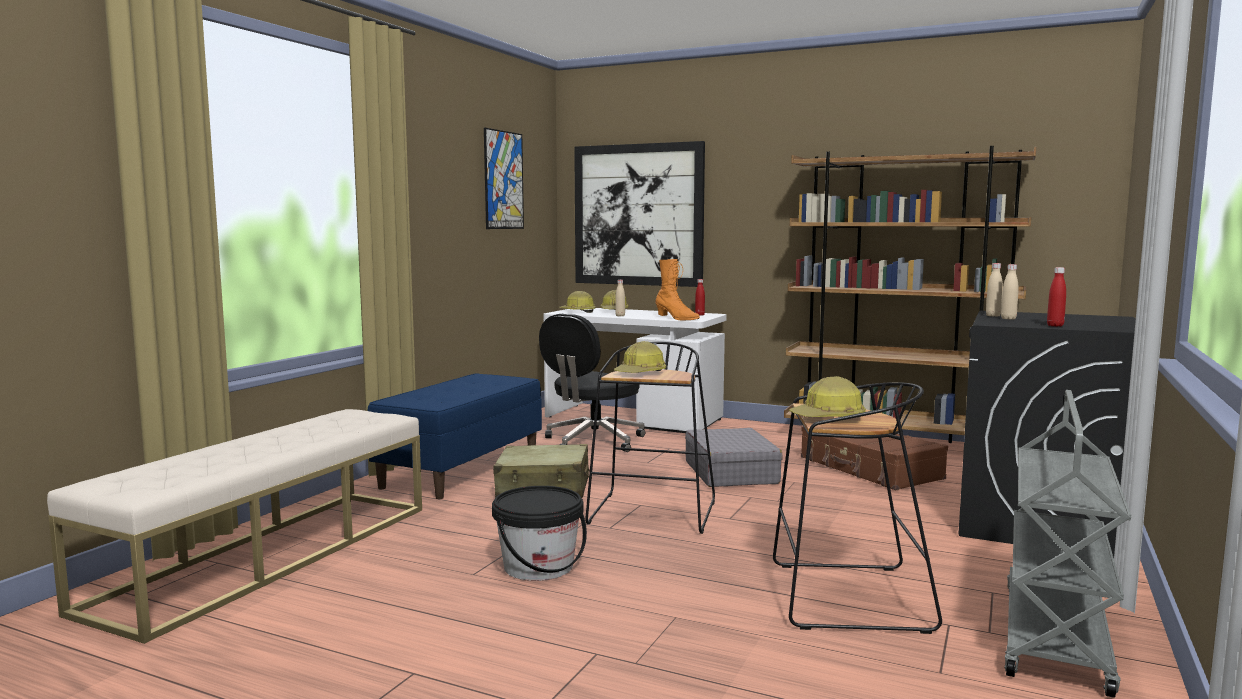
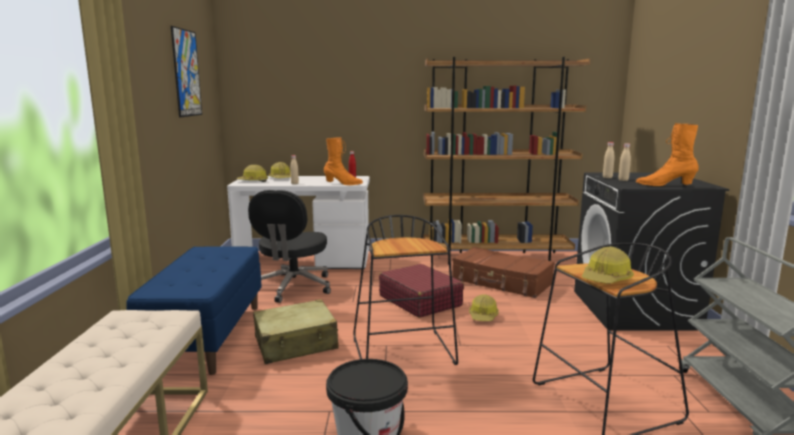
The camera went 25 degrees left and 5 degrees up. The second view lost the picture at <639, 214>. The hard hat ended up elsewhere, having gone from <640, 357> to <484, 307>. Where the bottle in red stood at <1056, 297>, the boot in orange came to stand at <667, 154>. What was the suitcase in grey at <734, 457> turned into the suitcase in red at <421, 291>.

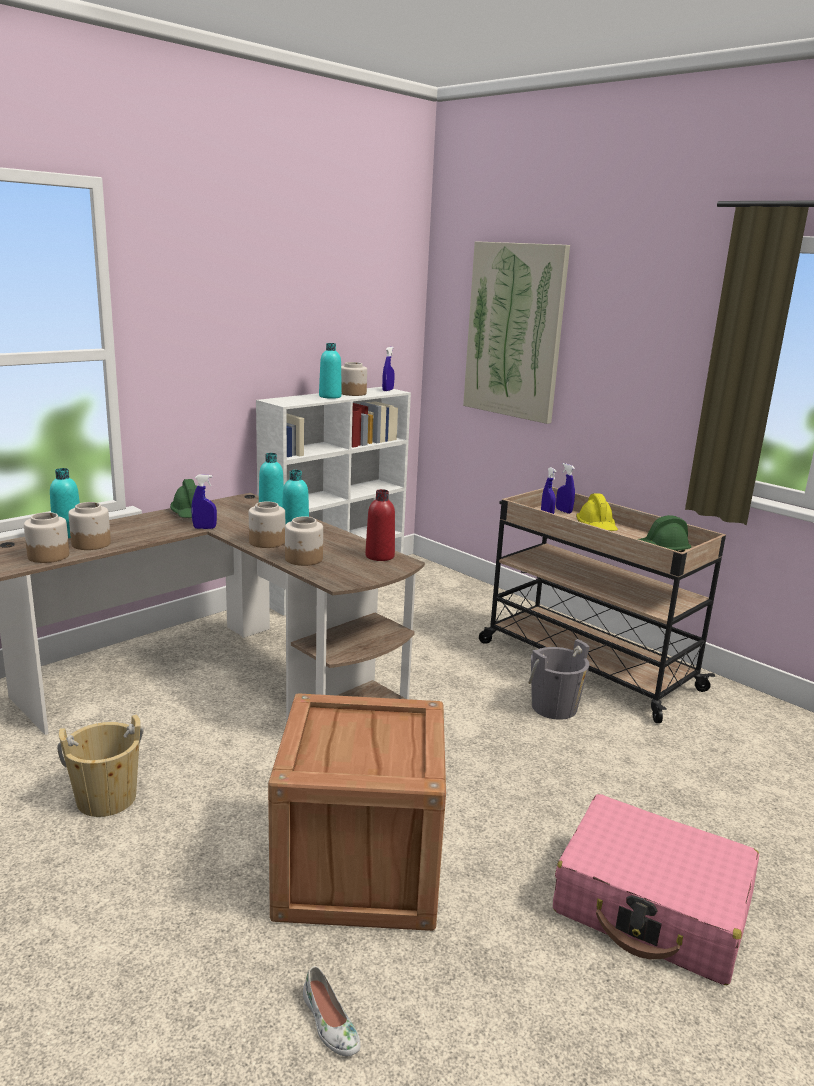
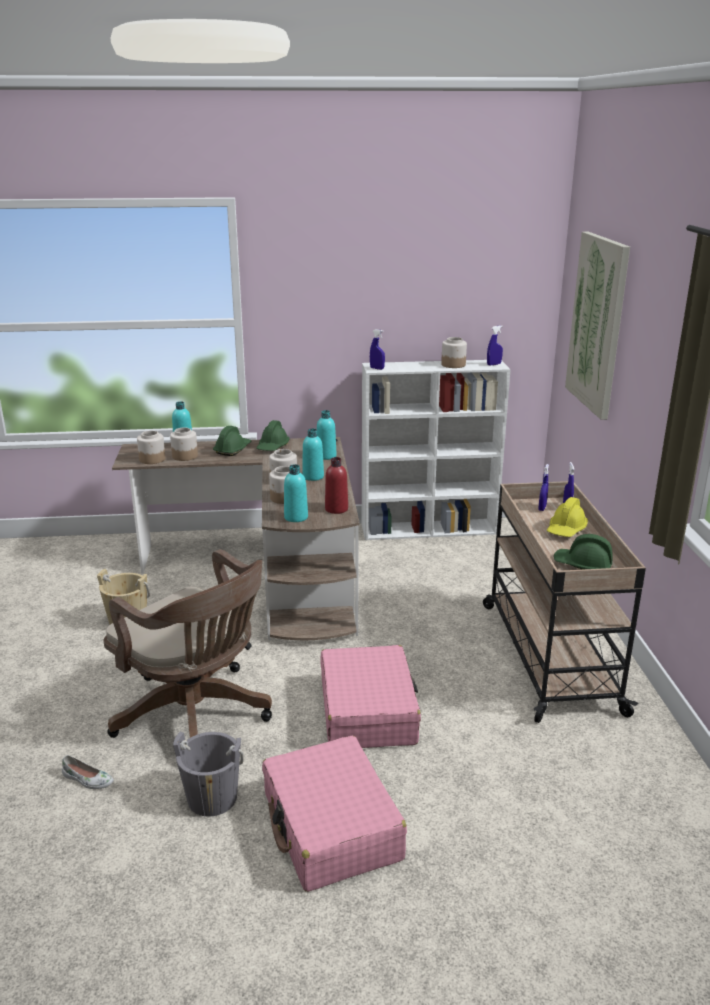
The camera went 40 degrees right and 5 degrees up. The second view gained the hard hat in green at <232, 441>. The second view gained the suitcase in pink at <370, 696>. The spray bottle in blue ended up elsewhere, having gone from <204, 502> to <377, 349>. The bottle in turquoise ended up elsewhere, having gone from <330, 371> to <296, 493>. The bucket in grey ended up elsewhere, having gone from <559, 679> to <208, 774>. Where the crate stood at <357, 812>, the office chair in brown came to stand at <188, 643>. The shoe in white at <332, 1011> ended up facing another way, 75 degrees counterclockwise from before.

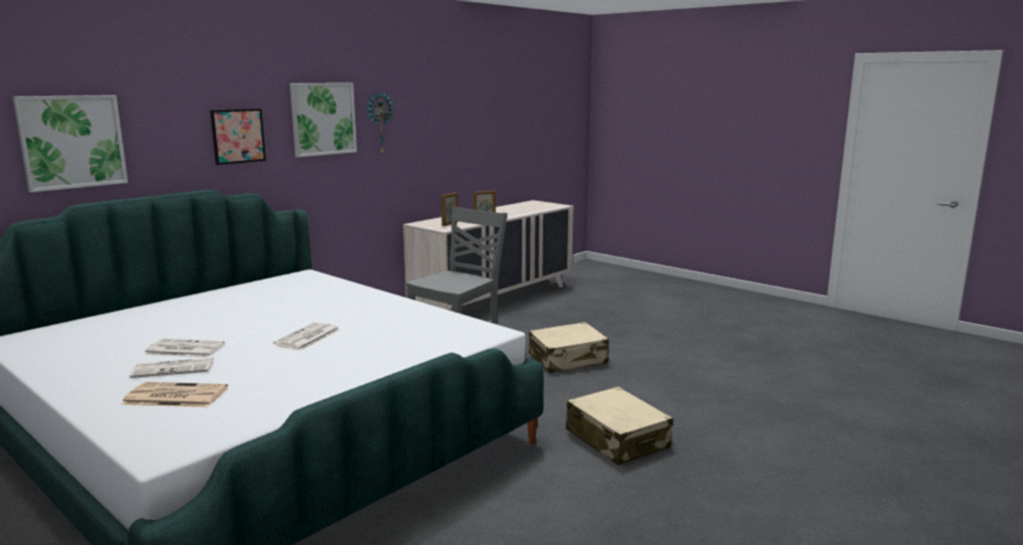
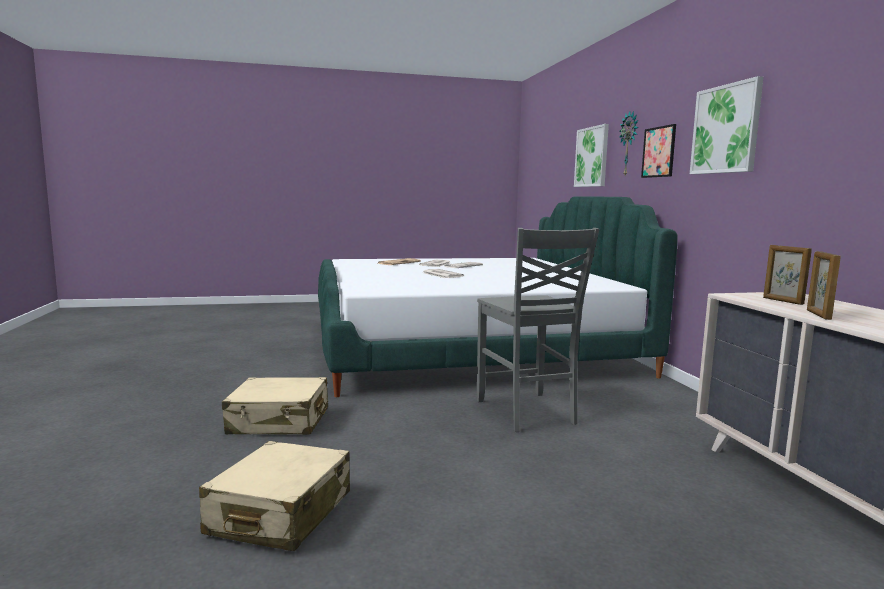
The camera went 125 degrees right and 5 degrees down. The wall clock ended up elsewhere, having gone from <380, 124> to <628, 143>. The suitcase in beige ended up elsewhere, having gone from <569, 347> to <274, 496>.

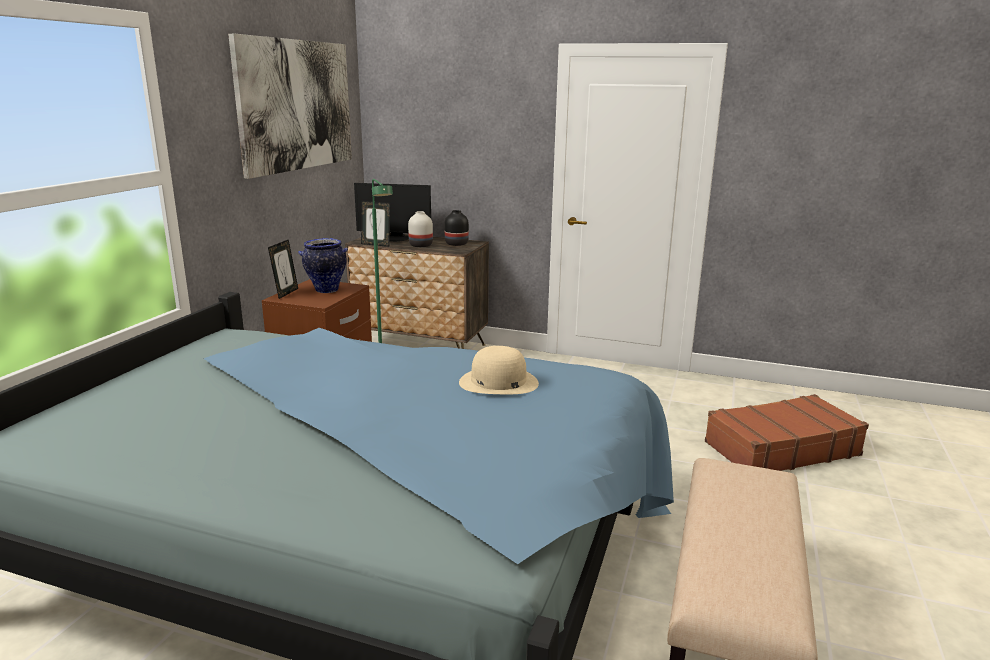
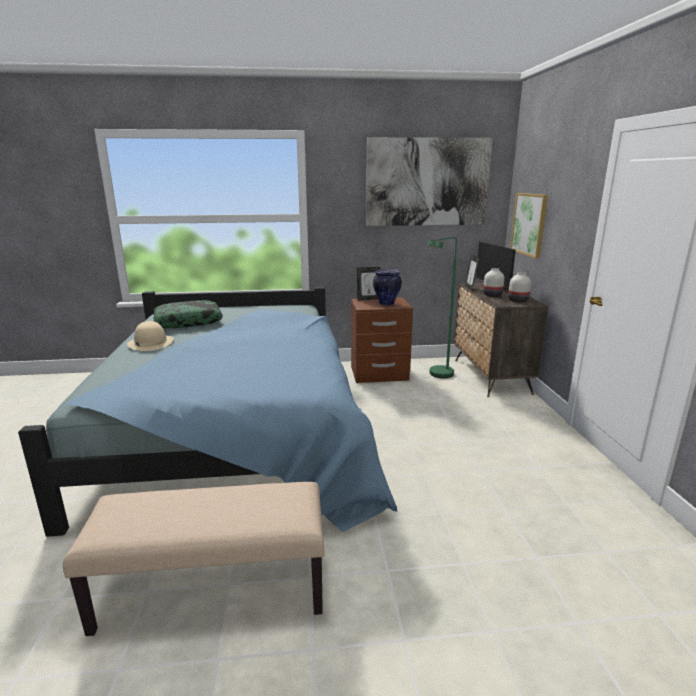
The camera went 65 degrees right and 0 degrees up. The second view lost the suitcase in brown at <787, 432>. The second view gained the pillow at <188, 314>. The second view gained the picture at <529, 225>. The hat in beige ended up elsewhere, having gone from <499, 370> to <150, 336>. What was the vase in black at <457, 228> turned into the vase in white at <519, 287>.

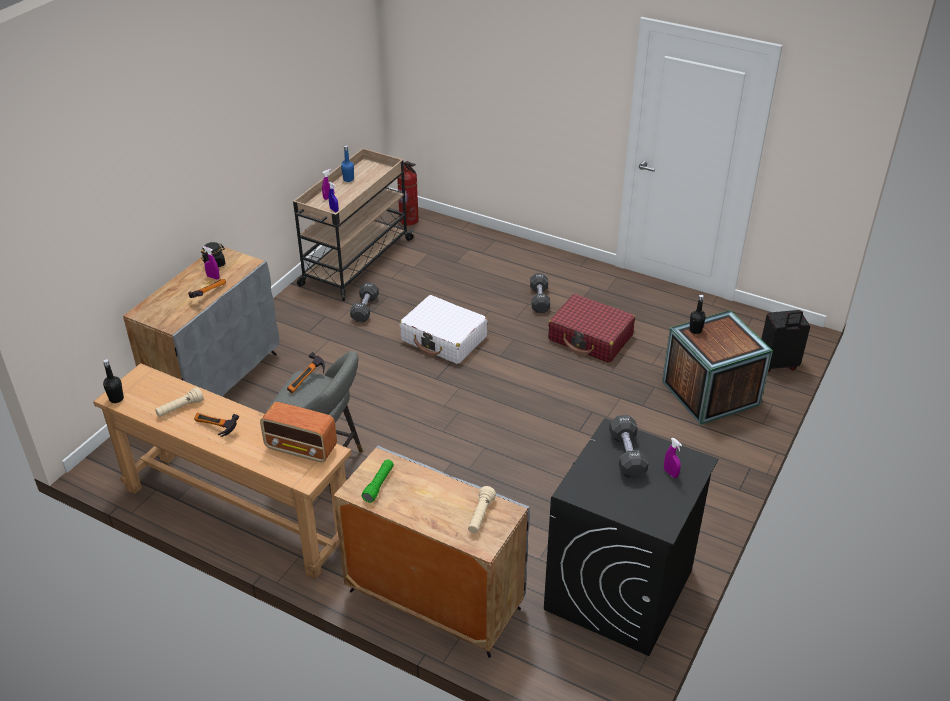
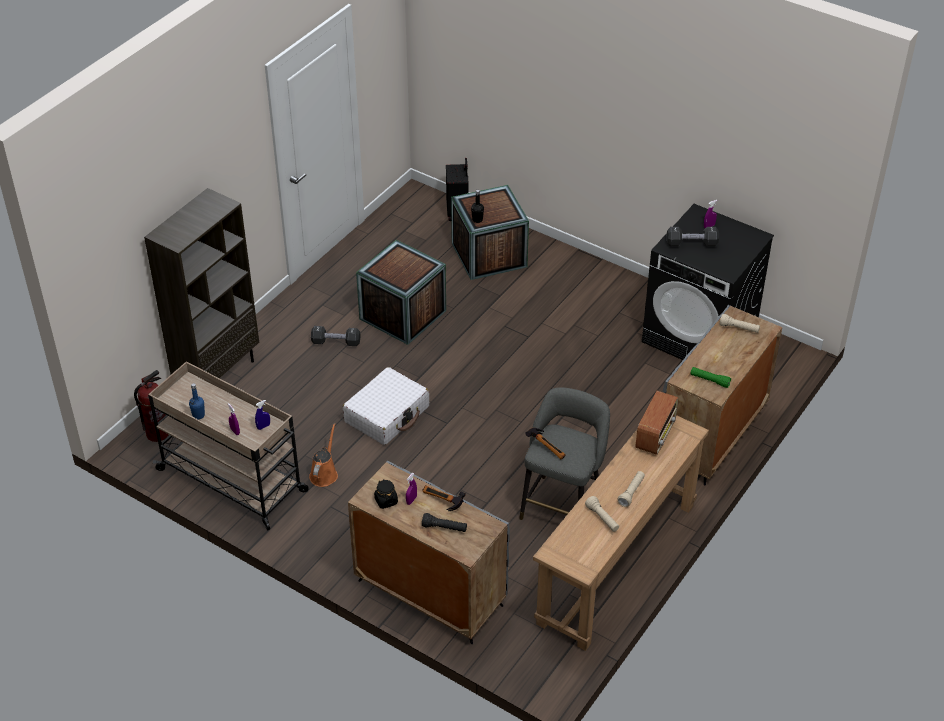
The camera went 85 degrees left and 5 degrees up. The second view lost the bottle in black at <113, 381>. The second view gained the bookcase in brown at <201, 283>. The second view gained the flashlight in black at <444, 522>. Where the hammer stood at <216, 425>, the flashlight in beige came to stand at <631, 489>. Where the dumbbell in black stood at <364, 302>, the watering can in orange came to stand at <323, 455>. Where the suitcase in red stood at <591, 328>, the crate came to stand at <401, 292>.

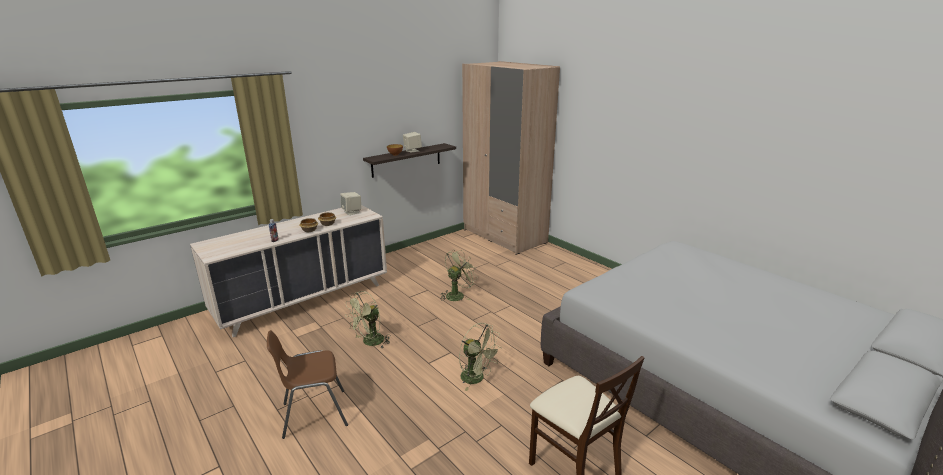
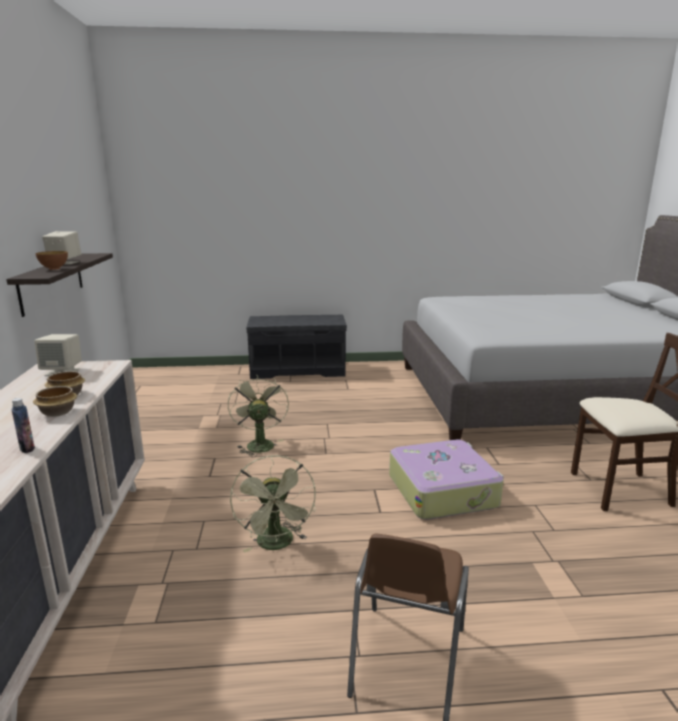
The camera went 55 degrees left and 5 degrees down. The second view lost the wardrobe in beige at <511, 158>. The second view gained the bench in grey at <296, 347>. Where the fan in green stood at <479, 357>, the suitcase came to stand at <446, 479>.

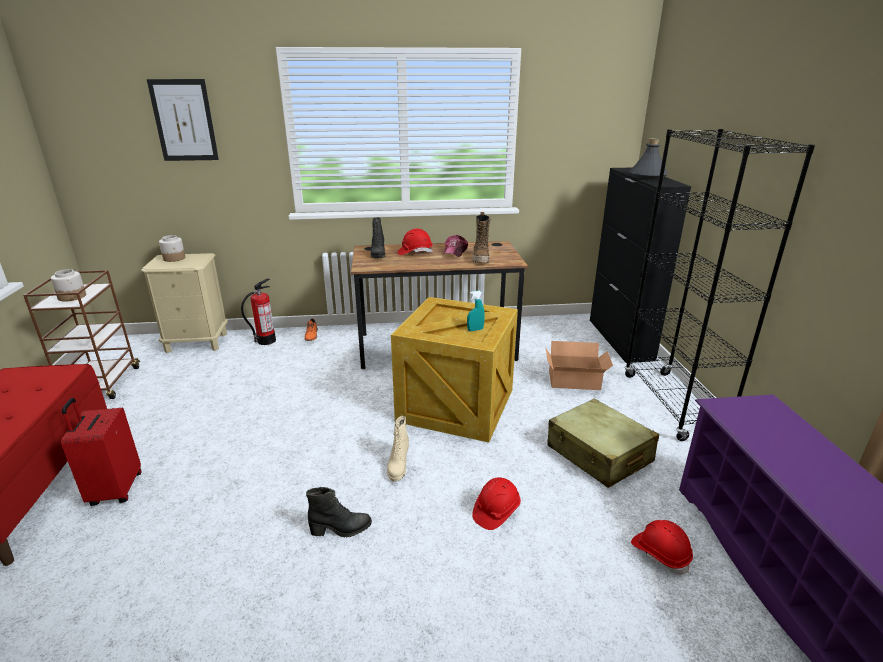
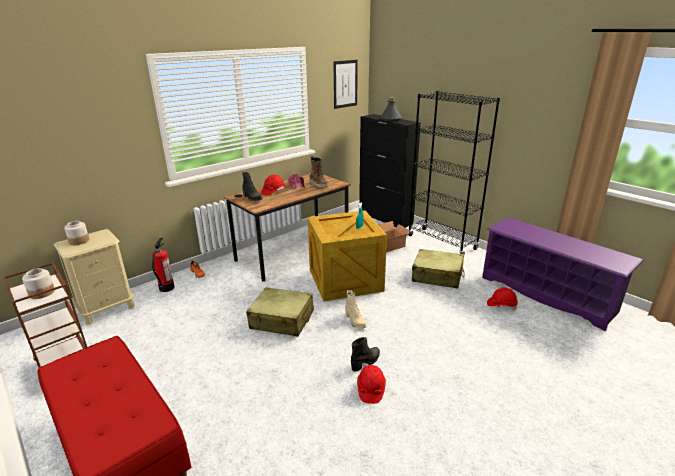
The camera went 35 degrees left and 0 degrees up. The second view lost the suitcase in red at <101, 452>. The second view gained the suitcase in beige at <280, 312>. The picture ended up elsewhere, having gone from <183, 120> to <346, 84>. The hard hat in red ended up elsewhere, having gone from <496, 503> to <371, 384>.

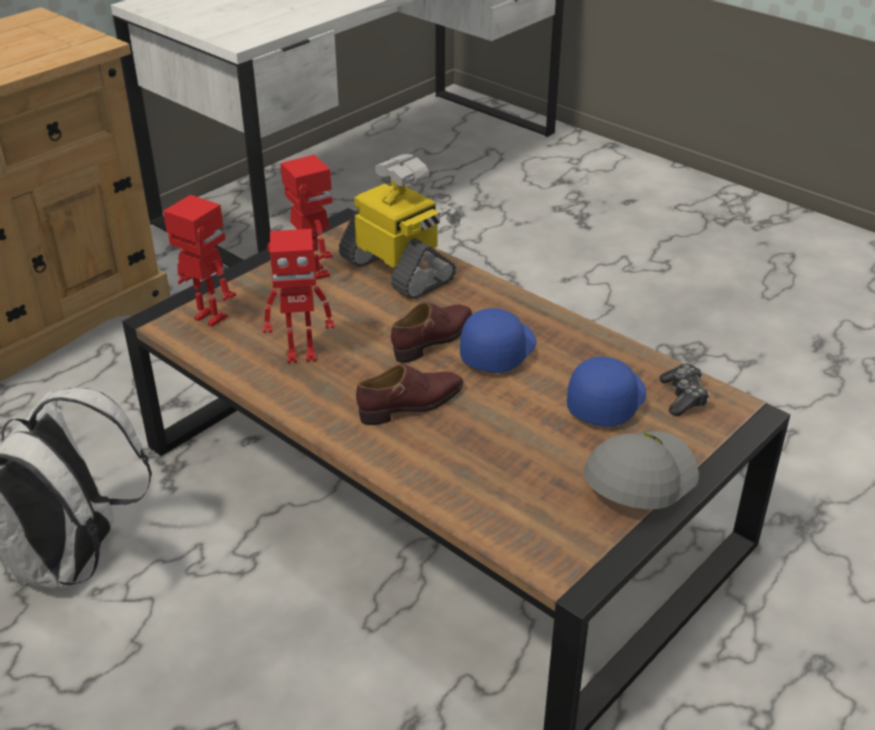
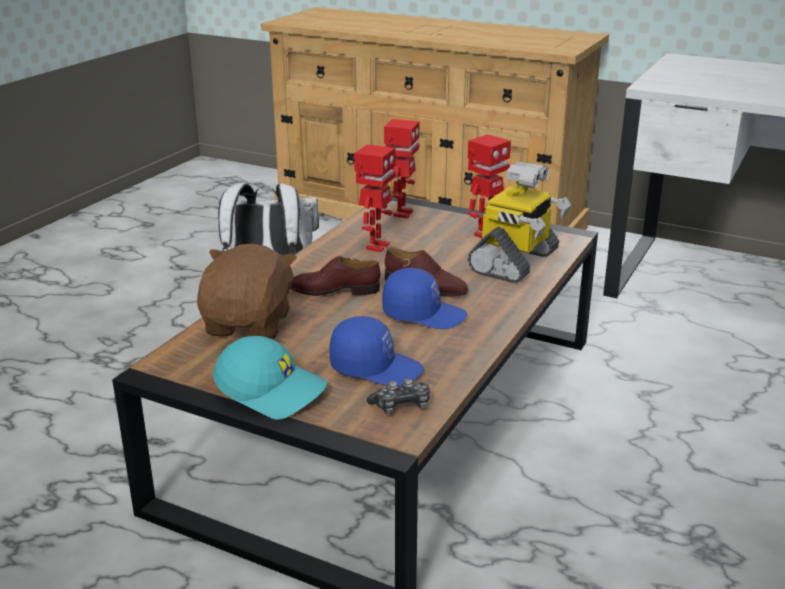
The camera went 75 degrees right and 10 degrees down. The second view gained the plush toy in brown at <247, 291>. What was the cap in grey at <641, 470> turned into the cap in turquoise at <270, 378>. The toy robot at <298, 296> ended up facing another way, 135 degrees counterclockwise from before. The shoe in brown at <410, 394> ended up facing another way, 135 degrees clockwise from before.

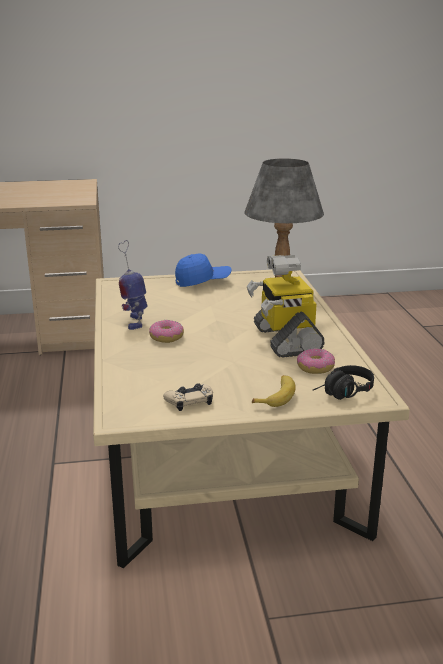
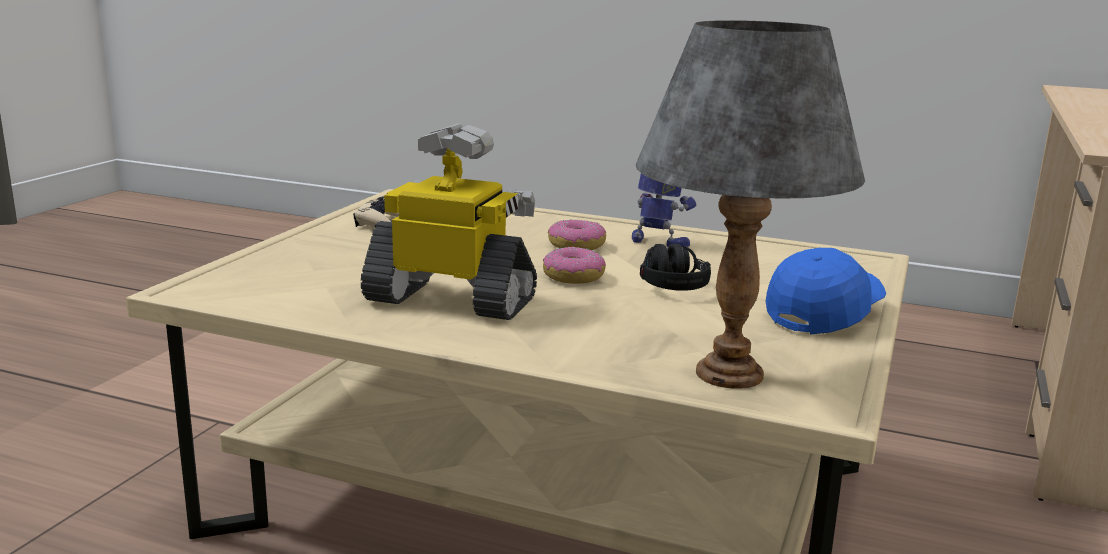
The camera went 120 degrees right and 5 degrees down. The second view lost the banana at <274, 391>. The donut ended up elsewhere, having gone from <316, 361> to <574, 265>. The headphones in black ended up elsewhere, having gone from <343, 382> to <675, 267>. The cap in blue at <203, 270> ended up facing another way, 150 degrees counterclockwise from before.

